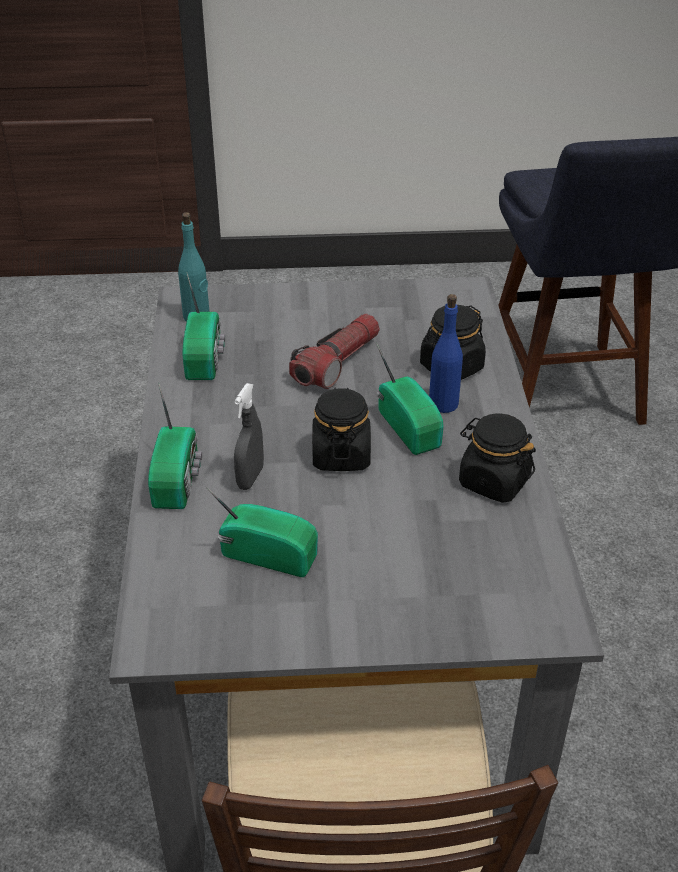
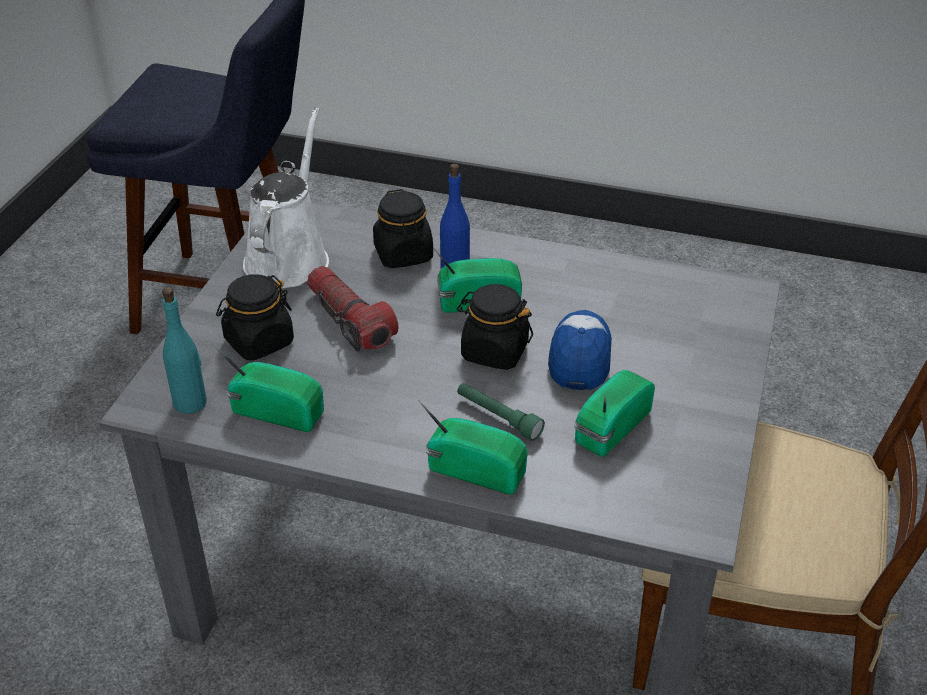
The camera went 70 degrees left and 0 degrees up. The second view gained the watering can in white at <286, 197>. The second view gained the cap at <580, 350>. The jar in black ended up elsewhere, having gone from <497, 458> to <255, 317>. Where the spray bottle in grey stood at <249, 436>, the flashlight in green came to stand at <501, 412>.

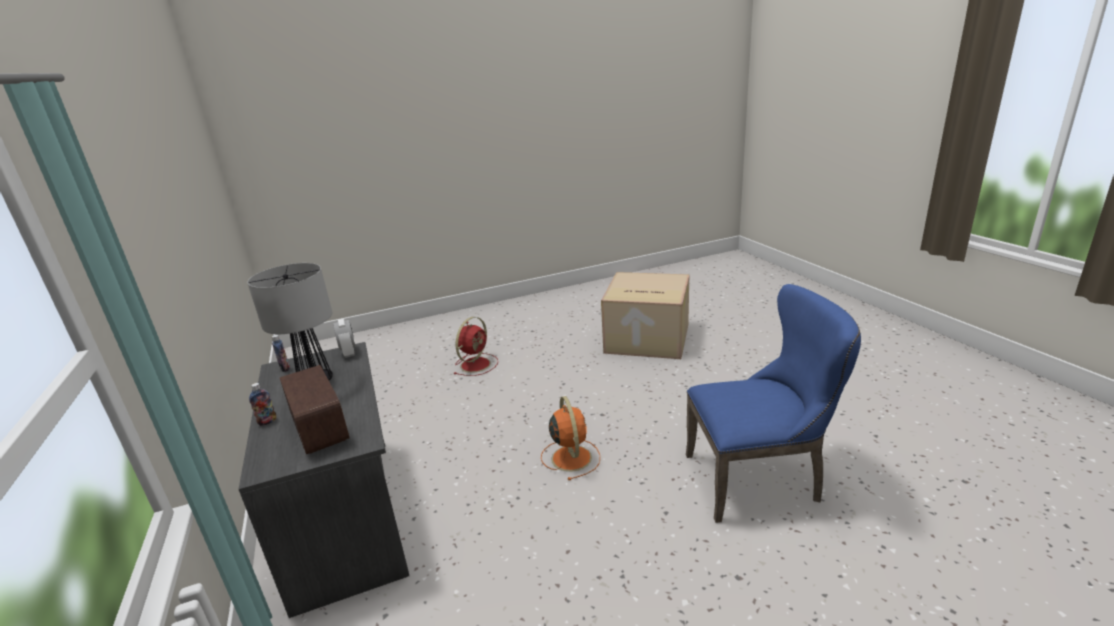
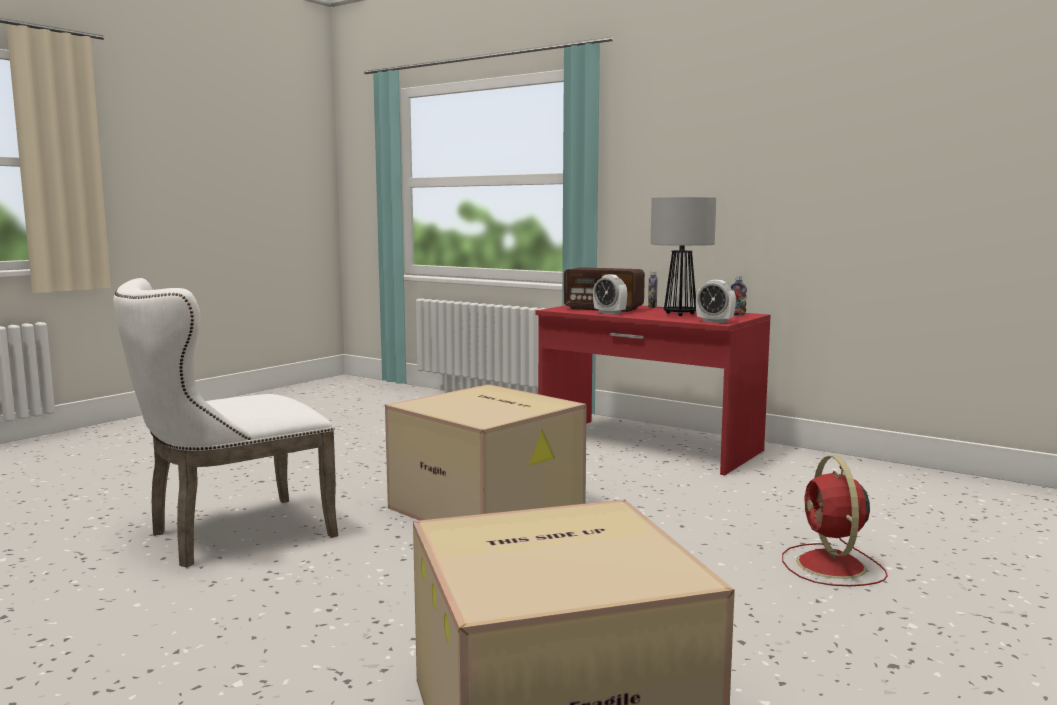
The camera went 145 degrees right and 15 degrees down. The second view gained the alarm clock at <610, 295>. Where the fan in orange stood at <570, 438>, the cardboard box came to stand at <486, 452>. What was the desk in grey at <324, 480> turned into the desk in red at <653, 390>. What was the chair in blue at <773, 403> turned into the chair in white at <225, 422>.

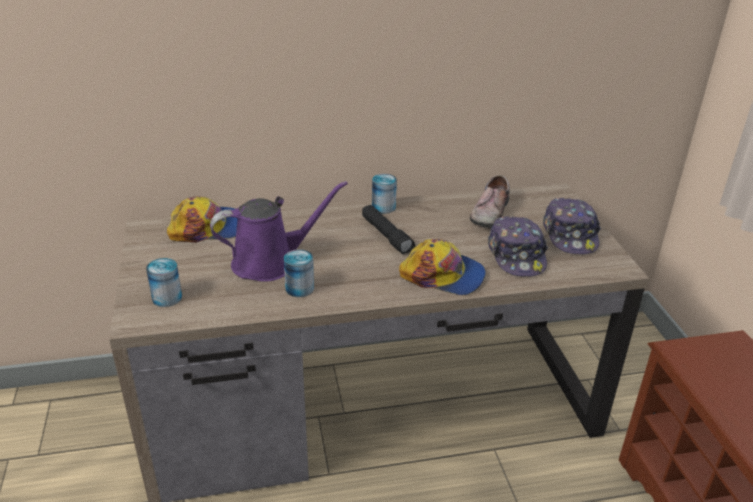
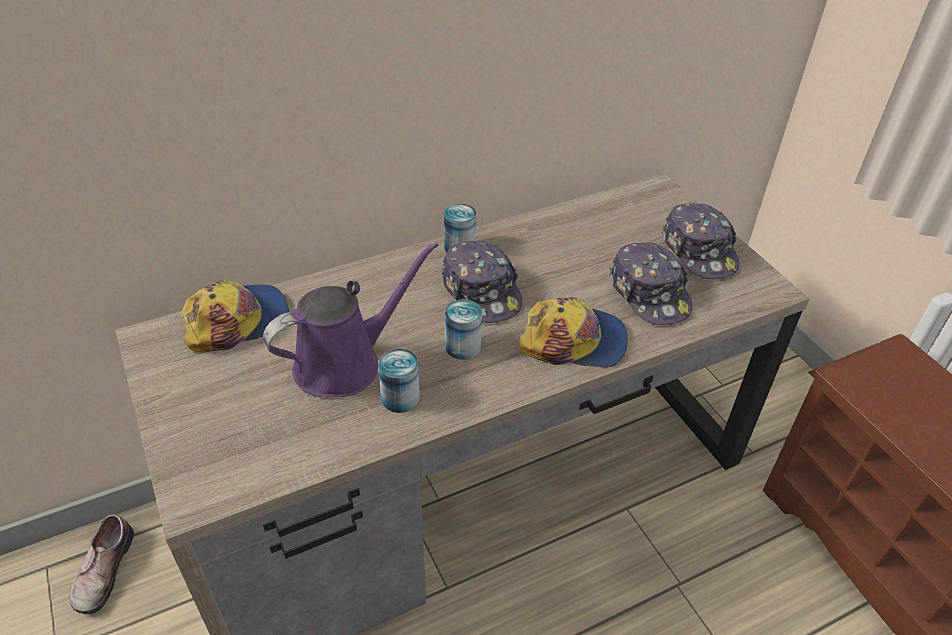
The camera went 15 degrees left and 10 degrees up. The can ended up elsewhere, having gone from <164, 282> to <463, 329>. The shoe ended up elsewhere, having gone from <490, 201> to <102, 564>. Where the flashlight in black stood at <389, 229>, the cap came to stand at <481, 281>.

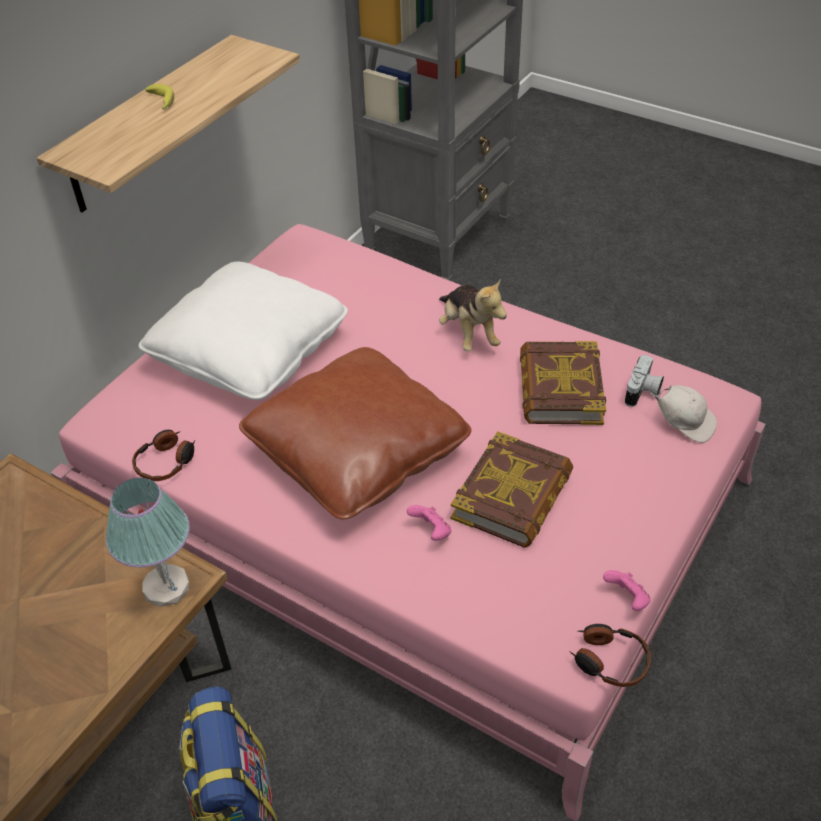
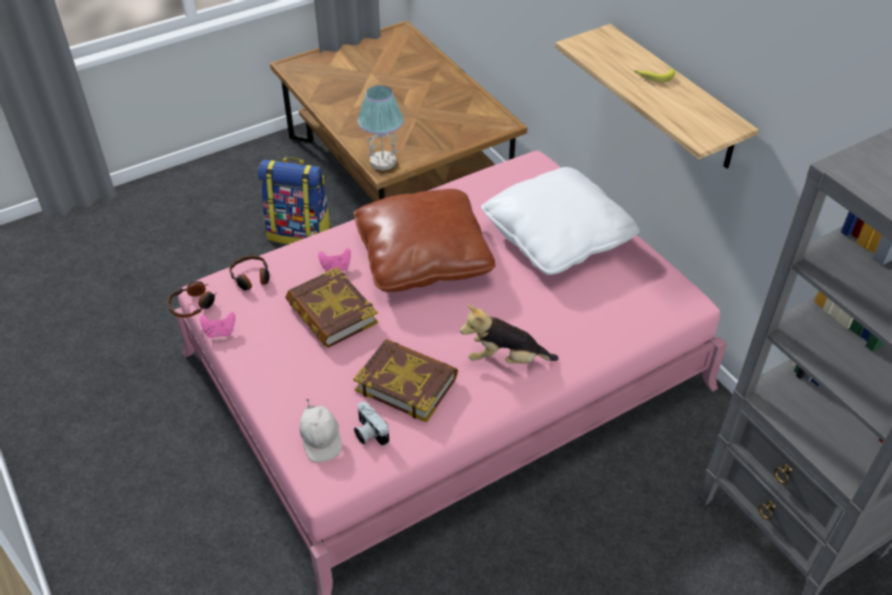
The camera went 115 degrees right and 0 degrees up. The headphones ended up elsewhere, having gone from <164, 455> to <249, 273>. The cap in white at <682, 414> ended up facing another way, 75 degrees counterclockwise from before.

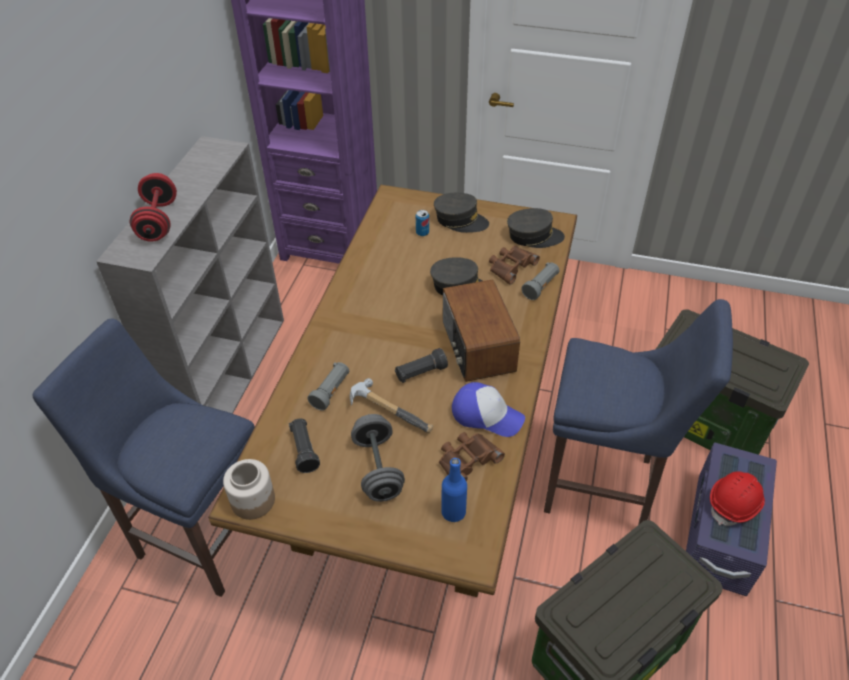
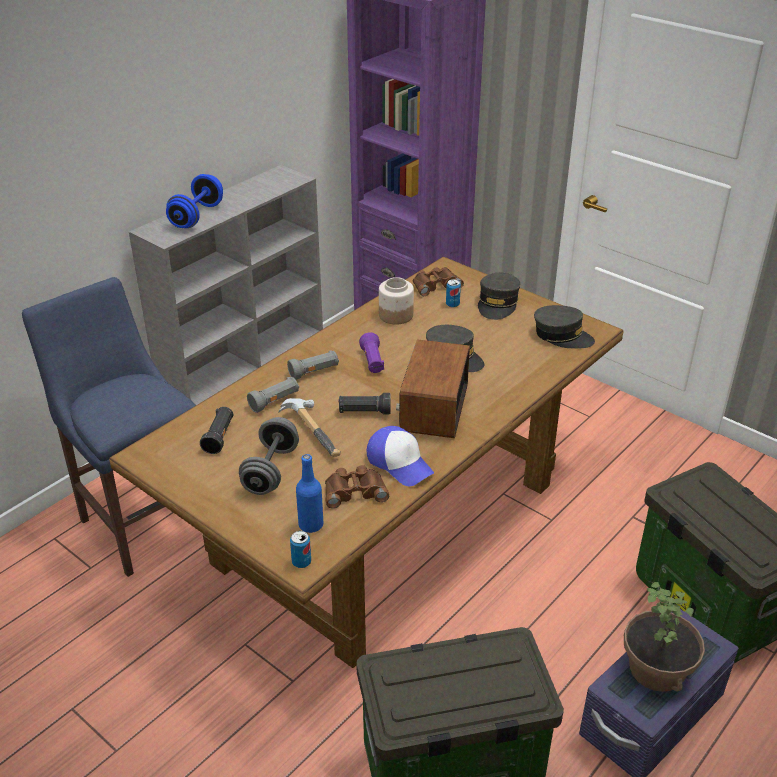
The camera went 25 degrees right and 10 degrees down. The second view lost the stool in blue at <638, 412>. The second view gained the can at <300, 549>. The second view gained the flashlight in purple at <371, 352>. The jar ended up elsewhere, having gone from <249, 489> to <396, 300>. The binoculars in brown ended up elsewhere, having gone from <514, 265> to <438, 281>. The flashlight in grey ended up elsewhere, having gone from <540, 281> to <313, 365>. Where the hard hat in red stood at <737, 498>, the potted plant came to stand at <664, 637>. What was the dumbbell in red at <153, 207> turned into the dumbbell in blue at <194, 201>. The cap in grey at <461, 213> ended up facing another way, 60 degrees clockwise from before.

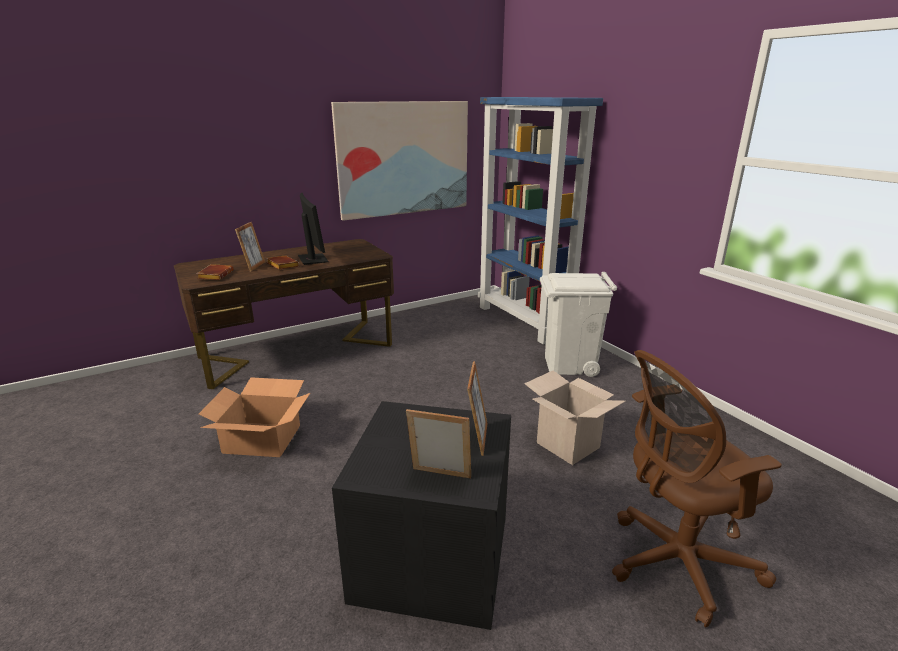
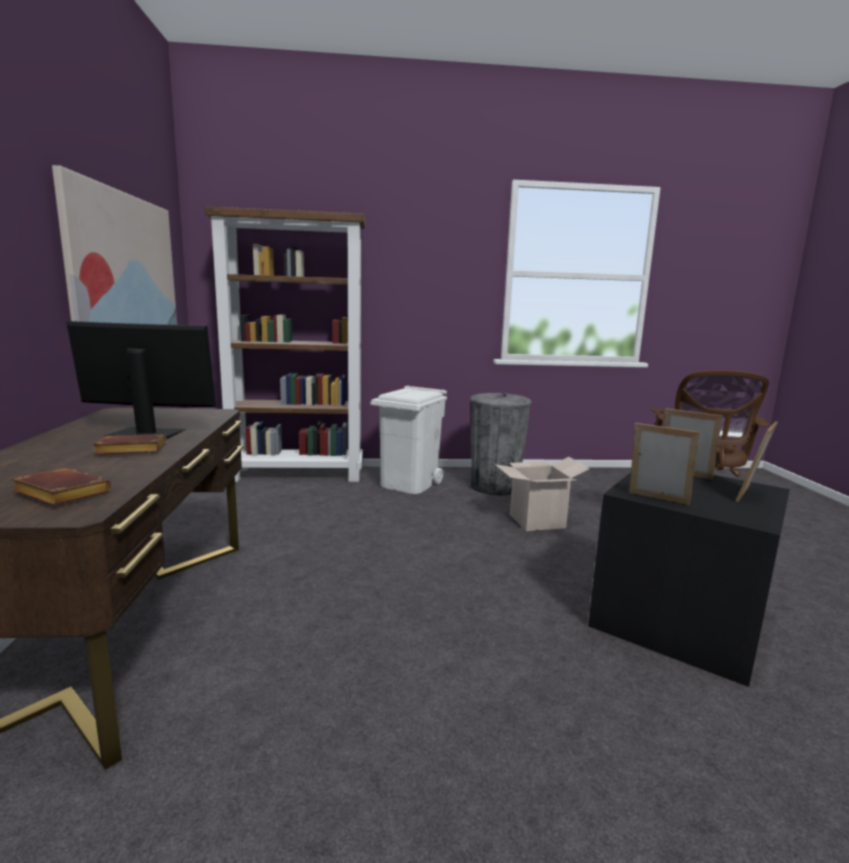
The camera went 65 degrees left and 10 degrees down. The second view lost the cardboard box at <254, 417>. The second view gained the trash can in grey at <500, 444>. The picture frame ended up elsewhere, having gone from <250, 246> to <664, 464>. What was the bookcase in blue at <540, 221> turned into the bookcase in brown at <284, 344>.

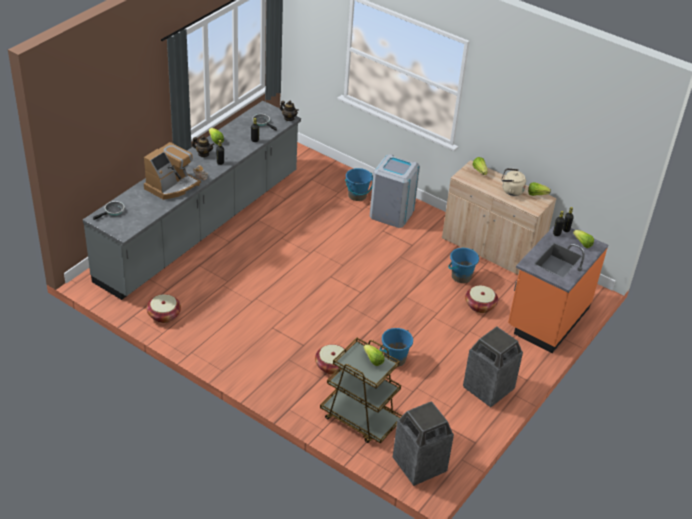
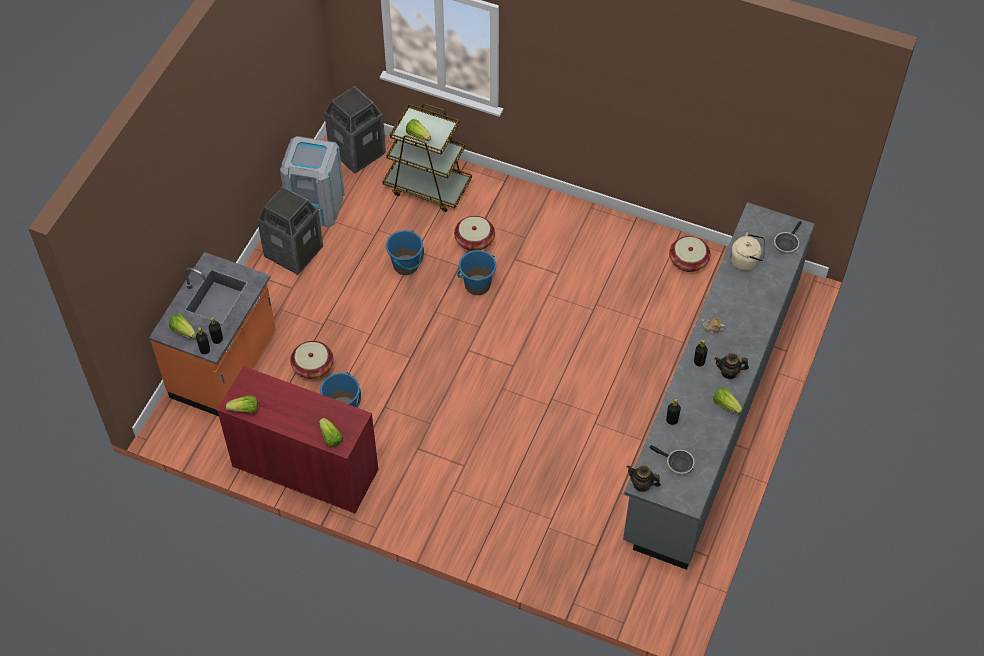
The camera went 170 degrees right and 15 degrees up. The second view lost the coffee machine at <172, 171>. The bucket in blue ended up elsewhere, having gone from <359, 184> to <476, 272>. The trash can in grey ended up elsewhere, having gone from <395, 191> to <312, 182>. The kettle in beige ended up elsewhere, having gone from <513, 182> to <747, 251>. What was the cabinet in beige at <499, 217> turned into the cabinet in red at <297, 440>.

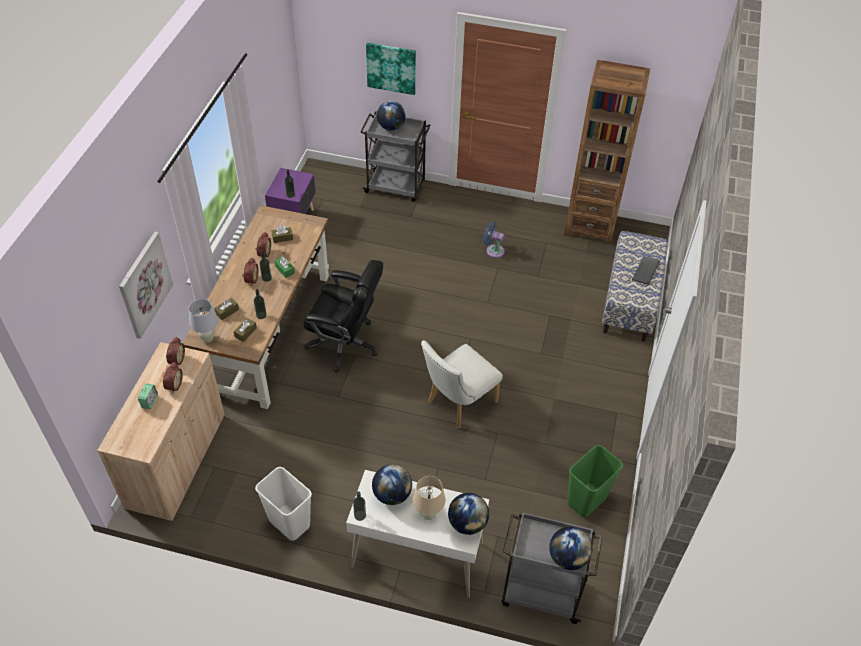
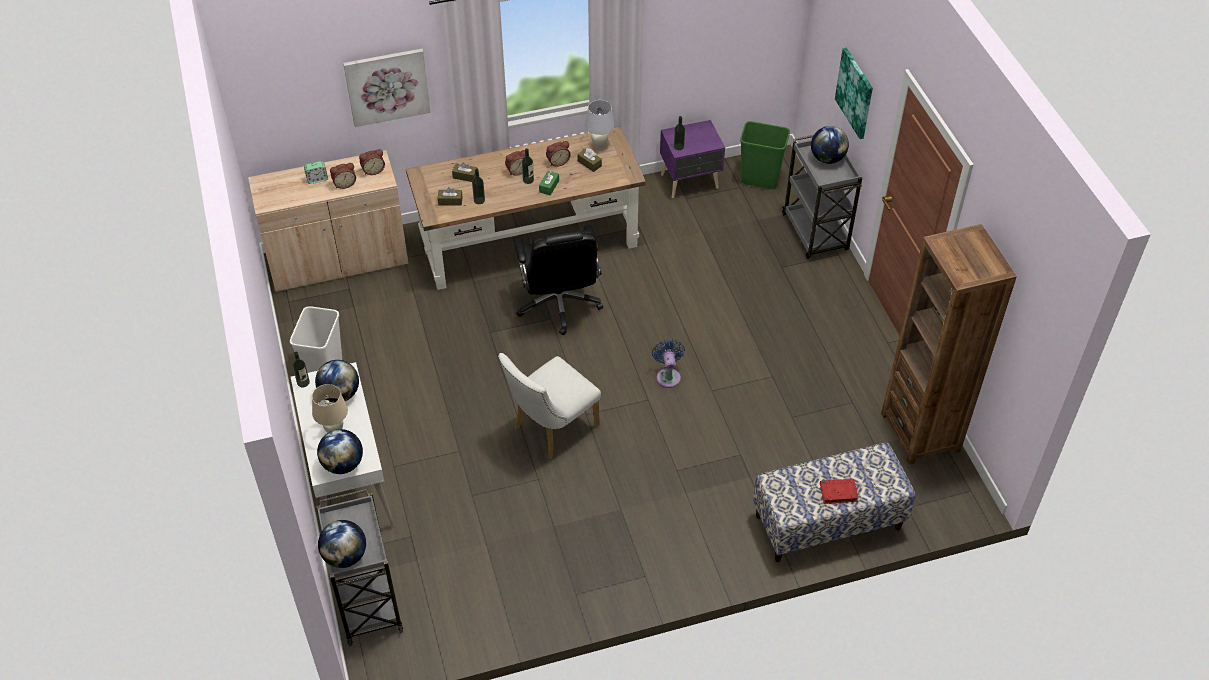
The camera went 60 degrees right and 0 degrees up. The table lamp in white ended up elsewhere, having gone from <203, 320> to <600, 124>. The fan in blue ended up elsewhere, having gone from <494, 240> to <668, 363>. The trash can in green ended up elsewhere, having gone from <595, 481> to <765, 155>. Where the keyboard stood at <646, 270>, the book in red came to stand at <839, 491>. The chair in white at <462, 384> ended up facing another way, 60 degrees counterclockwise from before.

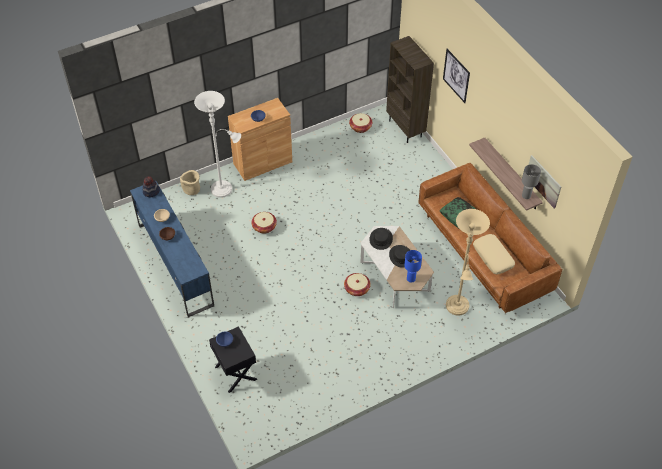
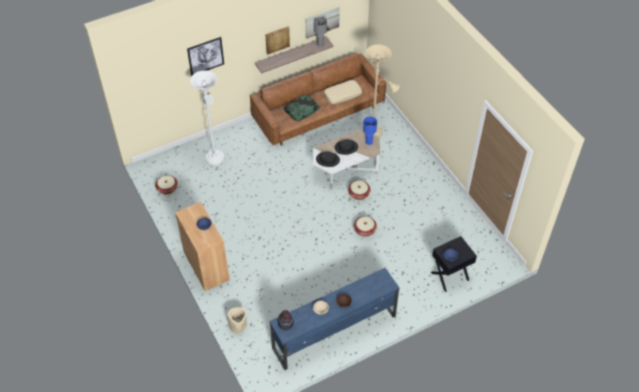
The camera went 90 degrees left and 0 degrees up. The second view lost the bookcase in brown at <410, 89>. The second view gained the picture at <277, 41>. The floor lamp in white ended up elsewhere, having gone from <217, 144> to <207, 117>. The basket ended up elsewhere, having gone from <264, 223> to <365, 226>.

